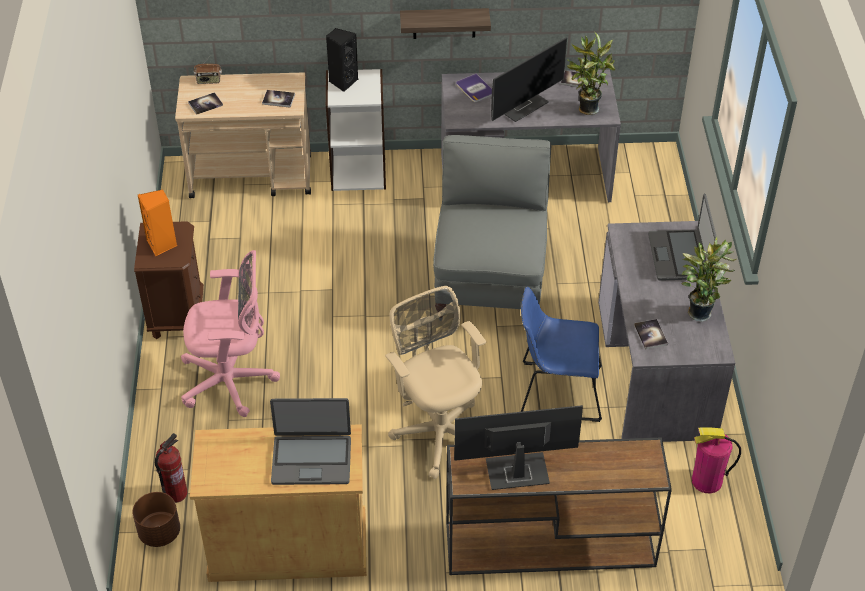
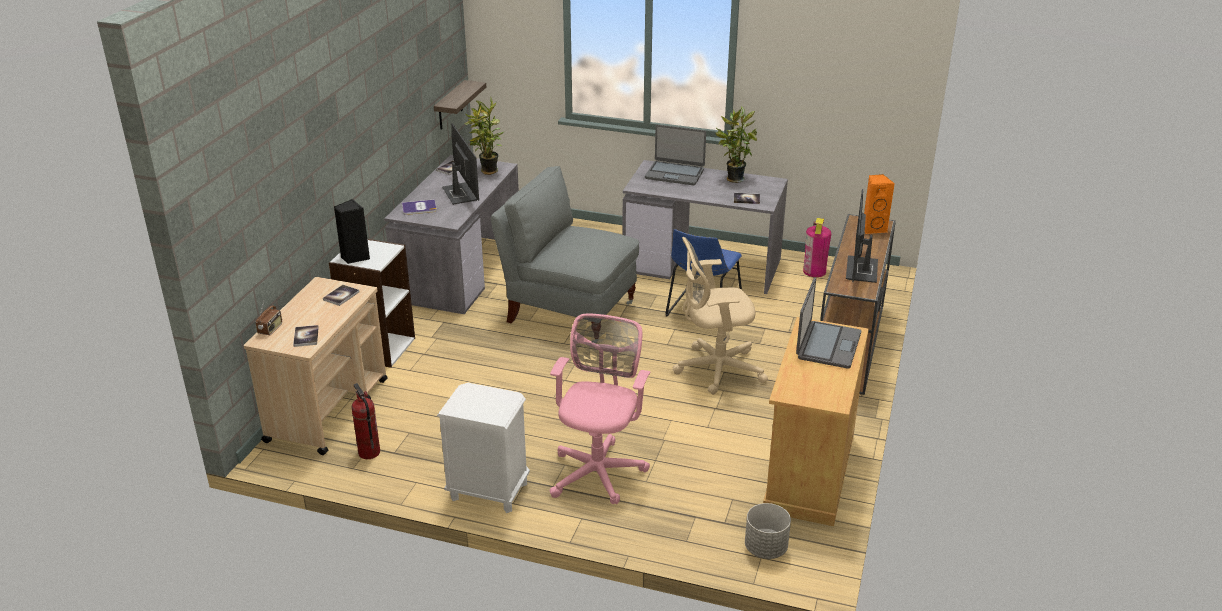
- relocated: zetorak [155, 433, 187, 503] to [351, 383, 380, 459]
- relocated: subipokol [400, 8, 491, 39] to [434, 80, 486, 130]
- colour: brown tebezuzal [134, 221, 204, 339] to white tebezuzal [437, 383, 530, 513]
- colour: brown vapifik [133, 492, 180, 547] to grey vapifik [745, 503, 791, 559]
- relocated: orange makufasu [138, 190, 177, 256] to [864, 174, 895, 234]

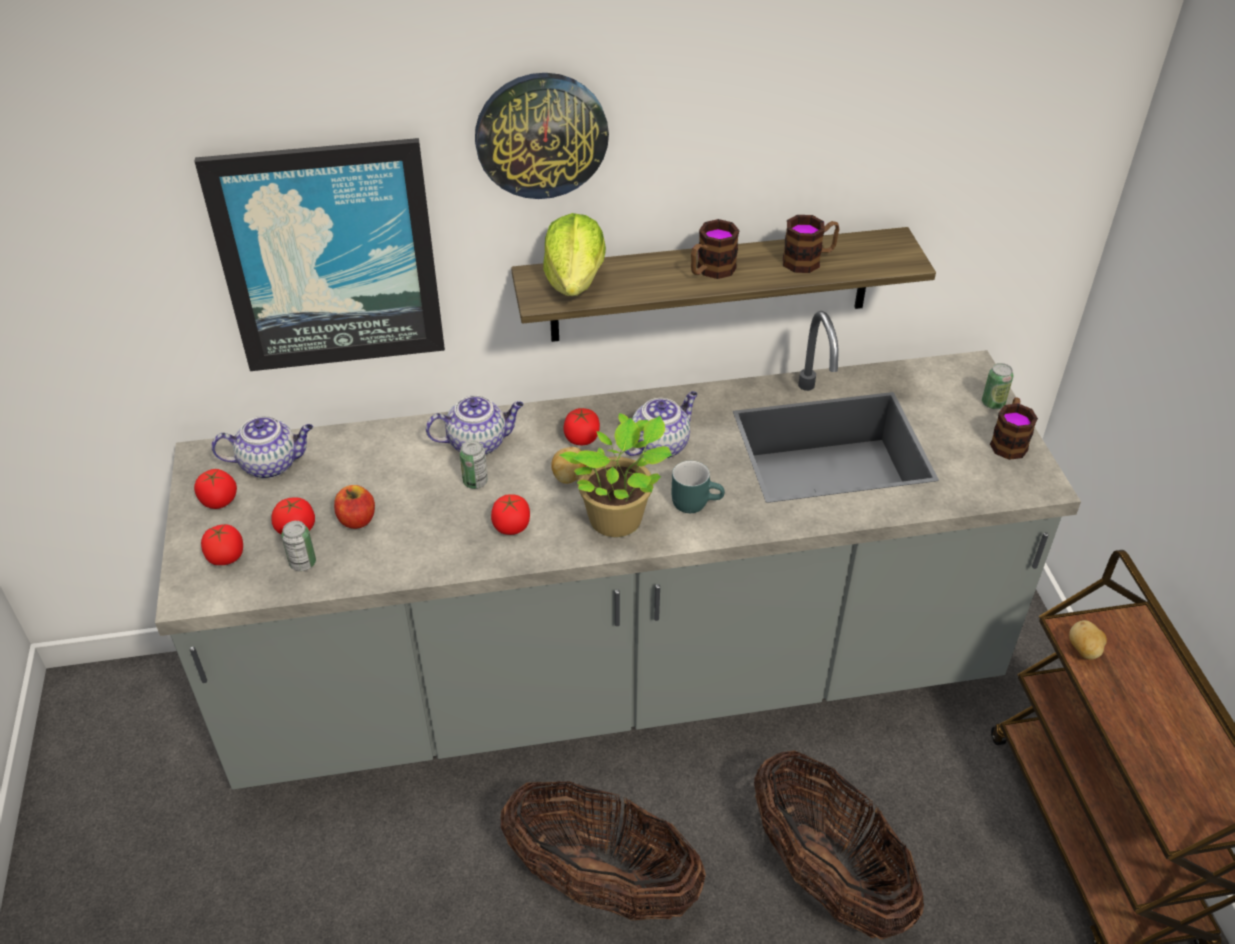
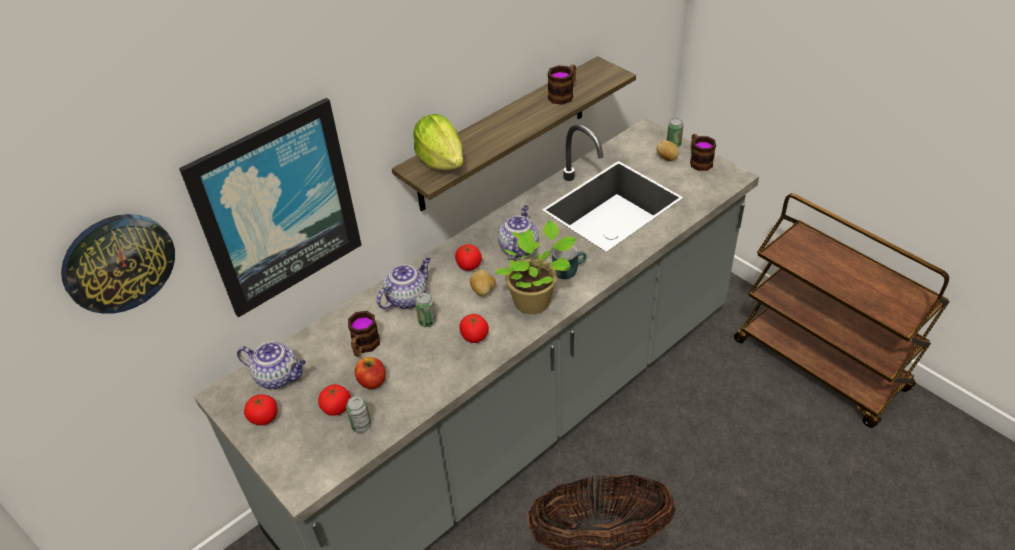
- relocated: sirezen [475, 73, 609, 199] to [61, 214, 175, 314]
- spun: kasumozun [211, 416, 313, 479] = [237, 341, 306, 389] 60 degrees clockwise
- relocated: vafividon [691, 219, 740, 279] to [348, 311, 380, 357]
- relocated: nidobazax [1069, 620, 1107, 659] to [656, 140, 679, 161]
- missing: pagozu [201, 524, 243, 565]
- missing: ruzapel [754, 750, 924, 940]

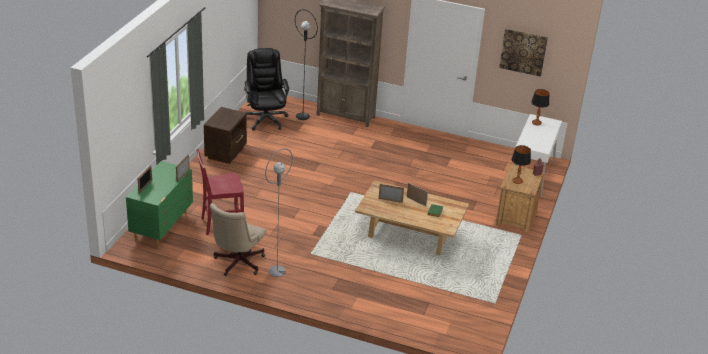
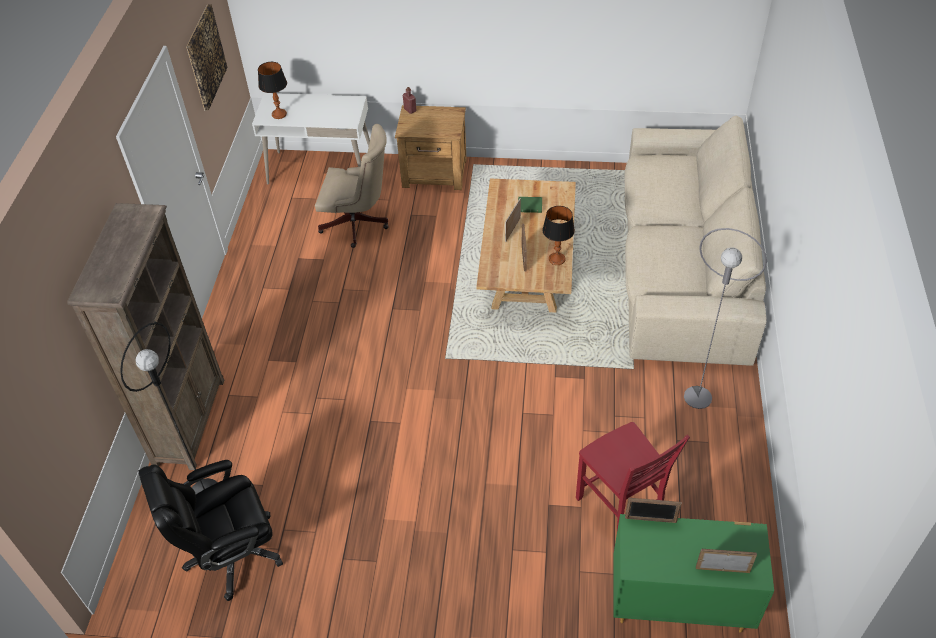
- relocated: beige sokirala [210, 203, 266, 276] to [315, 124, 388, 248]
- relocated: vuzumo [511, 145, 531, 184] to [542, 206, 575, 265]
- appeared: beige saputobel [625, 116, 767, 366]
- missing: brown tebezuzal [204, 107, 247, 164]

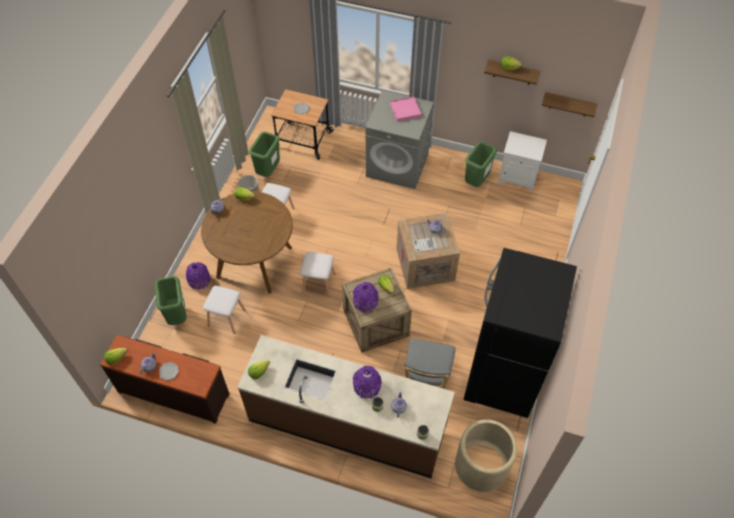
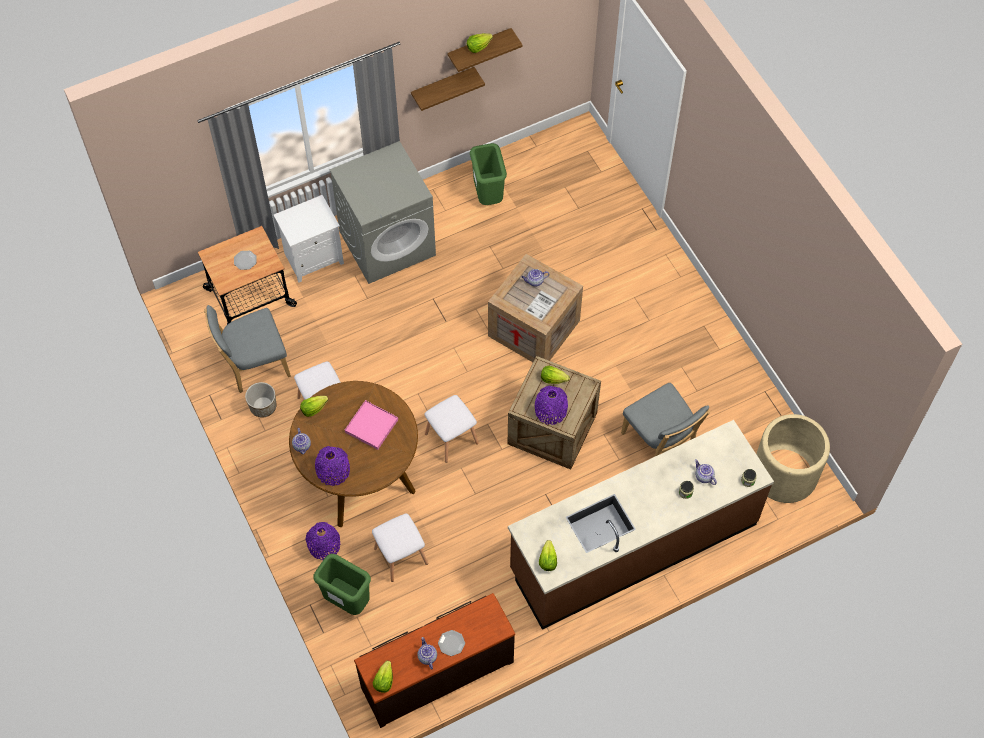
- exchanged: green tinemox [249, 132, 280, 177] to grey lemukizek [204, 305, 291, 393]
- relocated: white tebezuzal [498, 131, 547, 192] to [274, 195, 344, 283]
- relocated: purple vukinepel [353, 366, 382, 399] to [315, 446, 350, 486]
- relocated: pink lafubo [390, 97, 422, 122] to [345, 400, 398, 450]
- relocated: subipokol [542, 92, 597, 117] to [411, 67, 485, 111]
- missing: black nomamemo [464, 248, 577, 418]

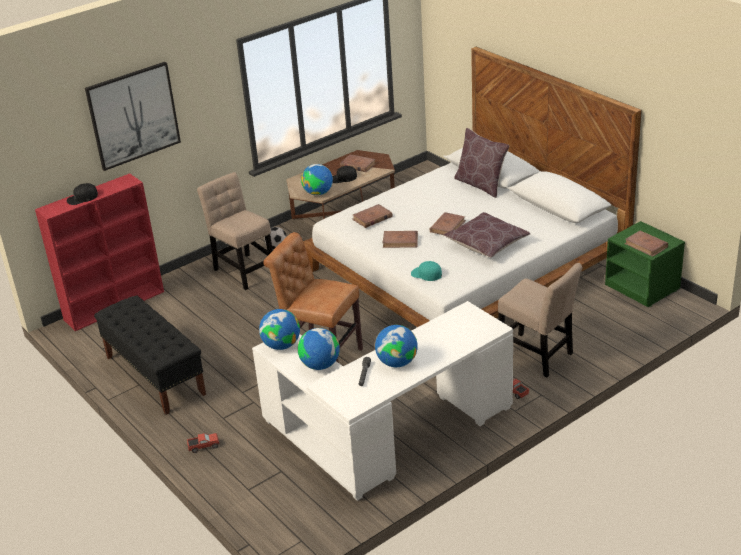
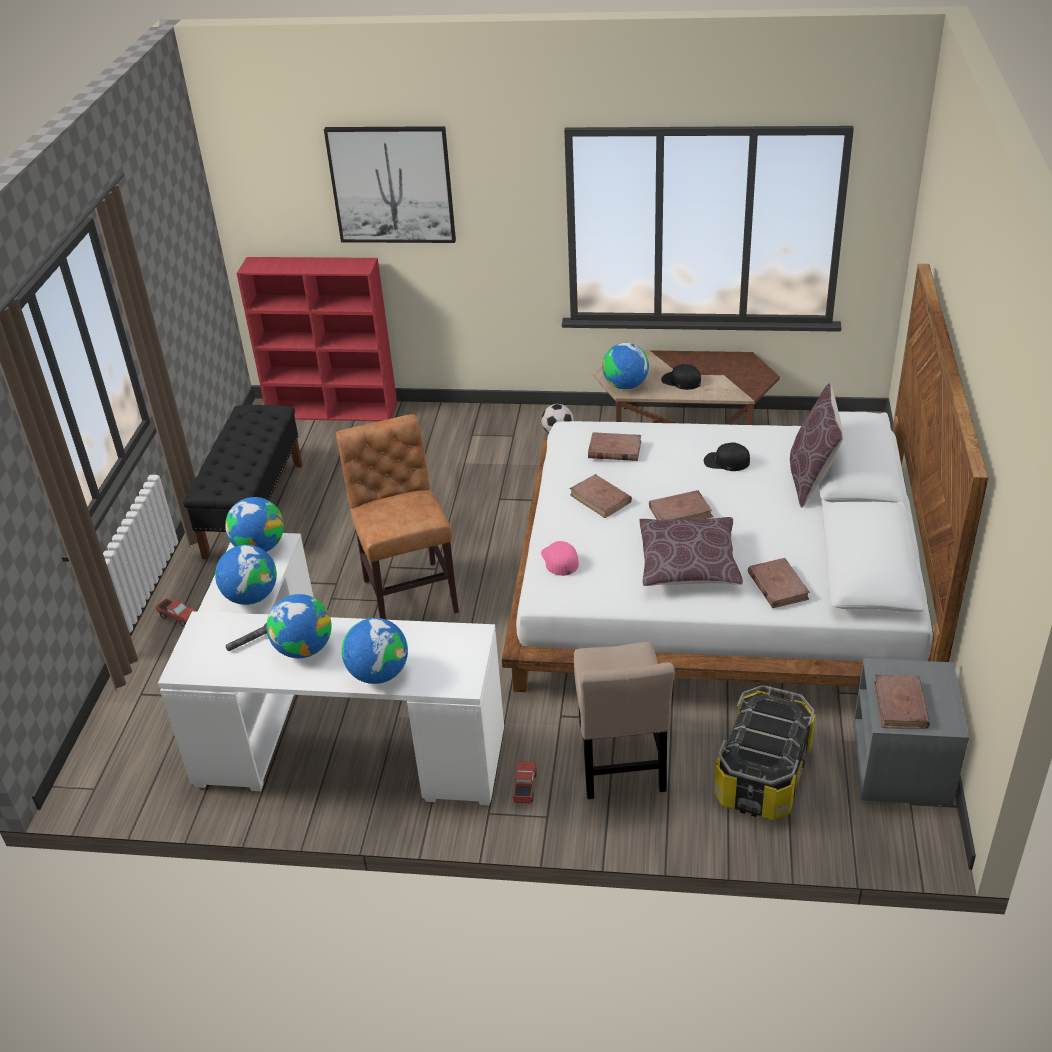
- appeared: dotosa [342, 618, 408, 684]
- colour: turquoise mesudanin [411, 261, 442, 281] to pink mesudanin [541, 541, 579, 576]
- relocated: black mesudanin [67, 183, 98, 205] to [704, 443, 750, 471]
- appeared: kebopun [714, 685, 816, 820]
- relocated: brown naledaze [340, 154, 376, 172] to [748, 558, 810, 608]
- colour: green tebezuzal [605, 221, 685, 307] to grey tebezuzal [853, 658, 969, 807]
- missing: beige lemukizek [197, 172, 273, 290]

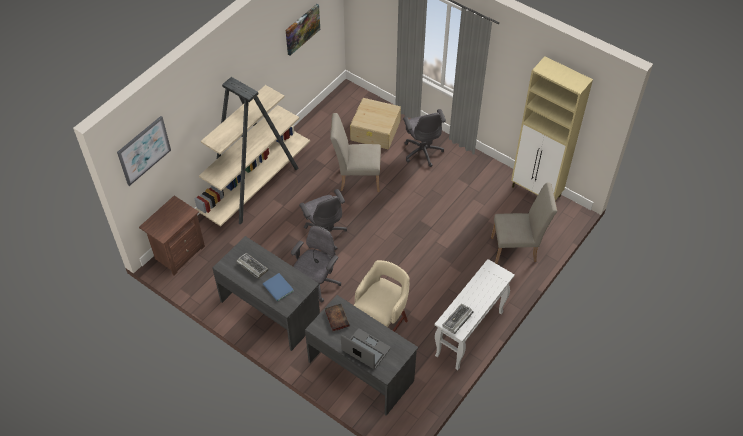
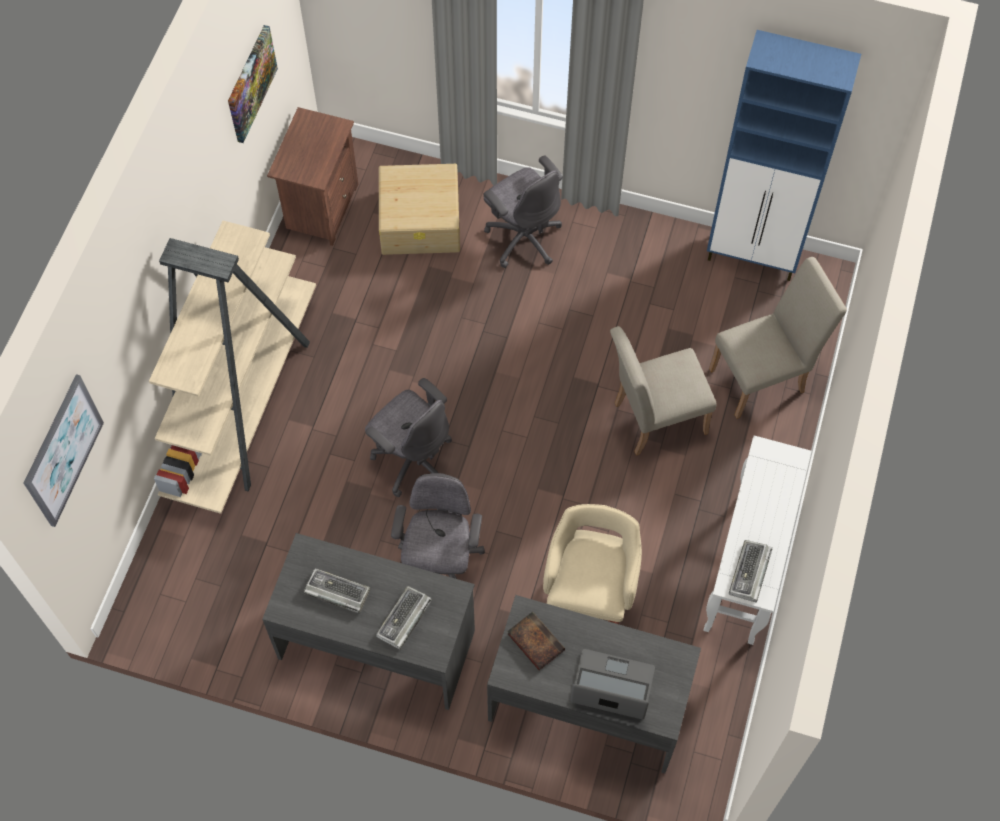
- relocated: brown tebezuzal [139, 196, 205, 276] to [267, 107, 358, 246]
- exchanged: blue naledaze [263, 273, 294, 301] to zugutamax [376, 586, 432, 650]
- relocated: beige lemukizek [330, 113, 381, 192] to [610, 326, 717, 456]
- colour: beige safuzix [511, 57, 593, 200] to blue safuzix [707, 30, 861, 281]

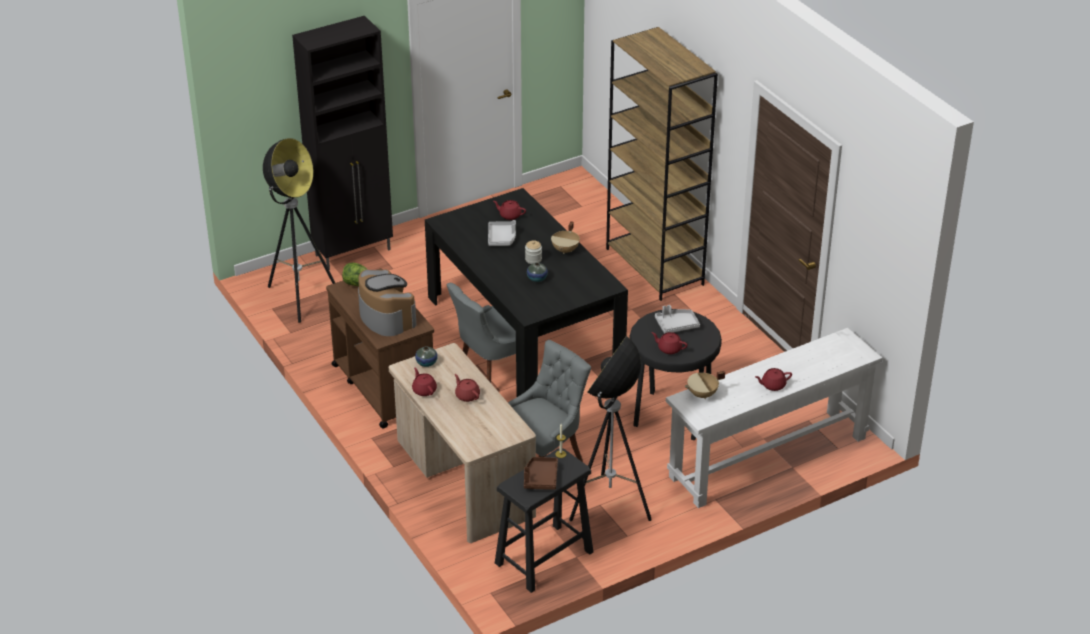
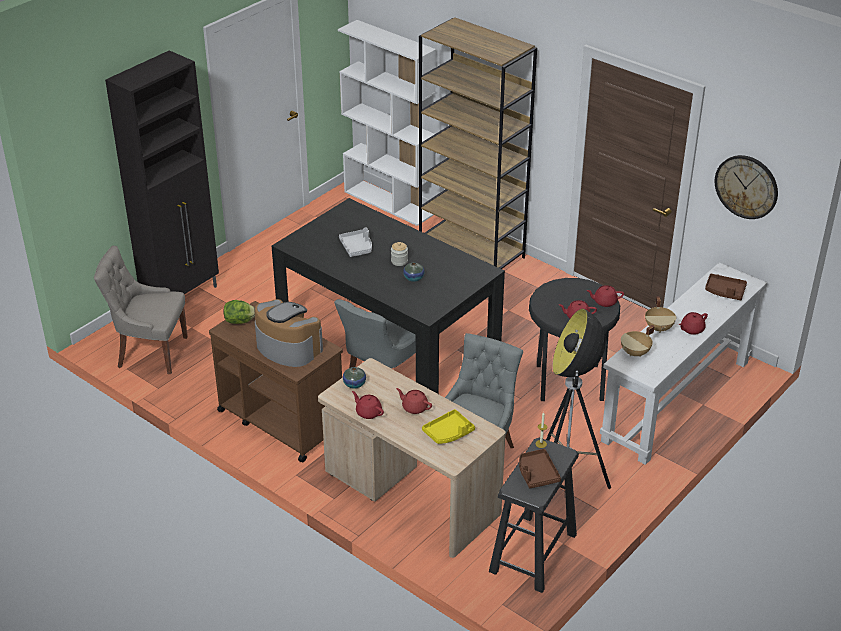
- exchanged: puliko [263, 138, 335, 323] to grey lemukizek [94, 246, 188, 374]
- appeared: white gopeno [338, 20, 436, 226]
- appeared: yellow lafubo [422, 409, 475, 444]
- relocated: red kasumozun [493, 200, 526, 220] to [586, 285, 624, 307]
- relocated: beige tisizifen [551, 221, 580, 254] to [645, 297, 676, 333]
- appeared: brown lafubo [705, 274, 747, 300]
- appeared: sirezen [715, 155, 778, 219]
- missing: grey lafubo [655, 305, 700, 334]

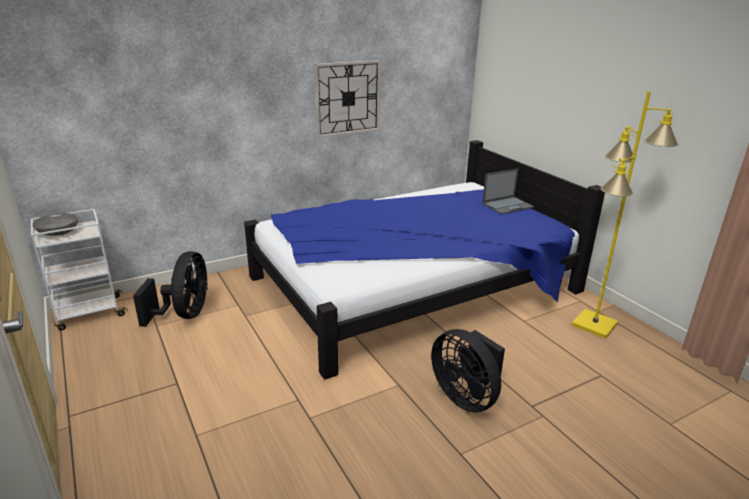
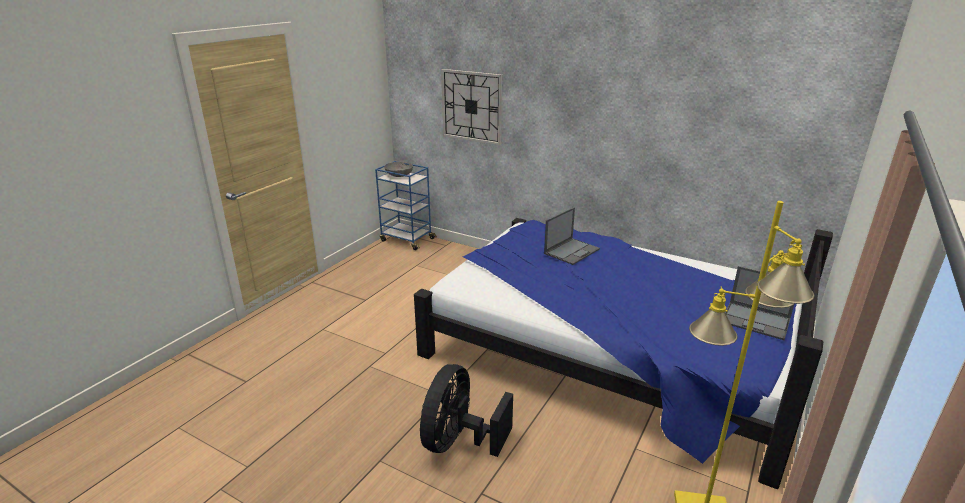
- colour: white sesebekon [31, 209, 128, 330] to blue sesebekon [375, 161, 437, 250]
- relocated: sirezen [315, 60, 381, 138] to [441, 69, 502, 145]
- appeared: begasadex [544, 207, 600, 265]
- missing: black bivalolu [133, 251, 208, 327]

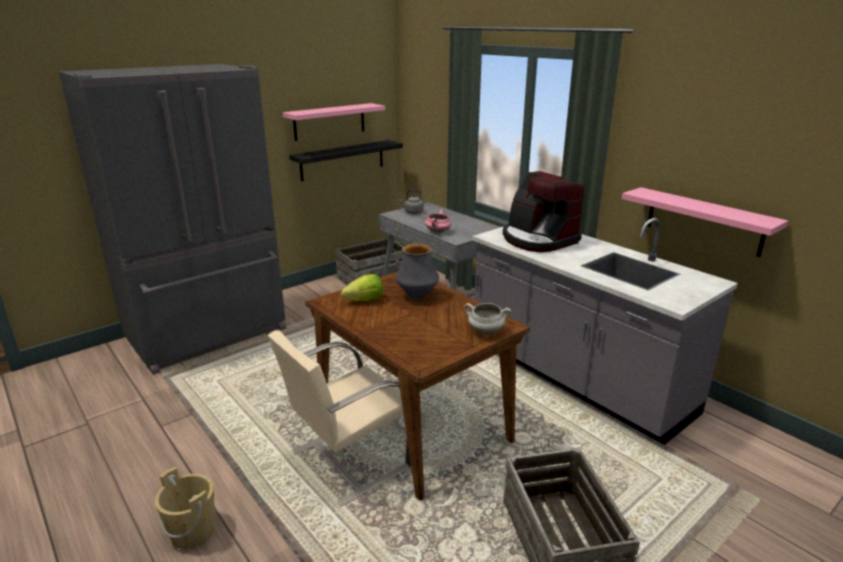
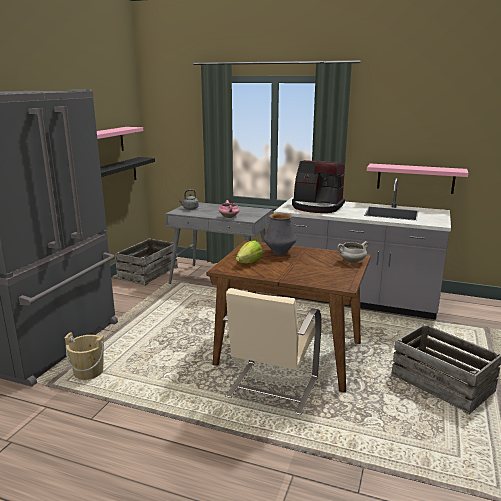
- relocated: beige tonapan [154, 467, 215, 549] to [65, 332, 104, 380]

